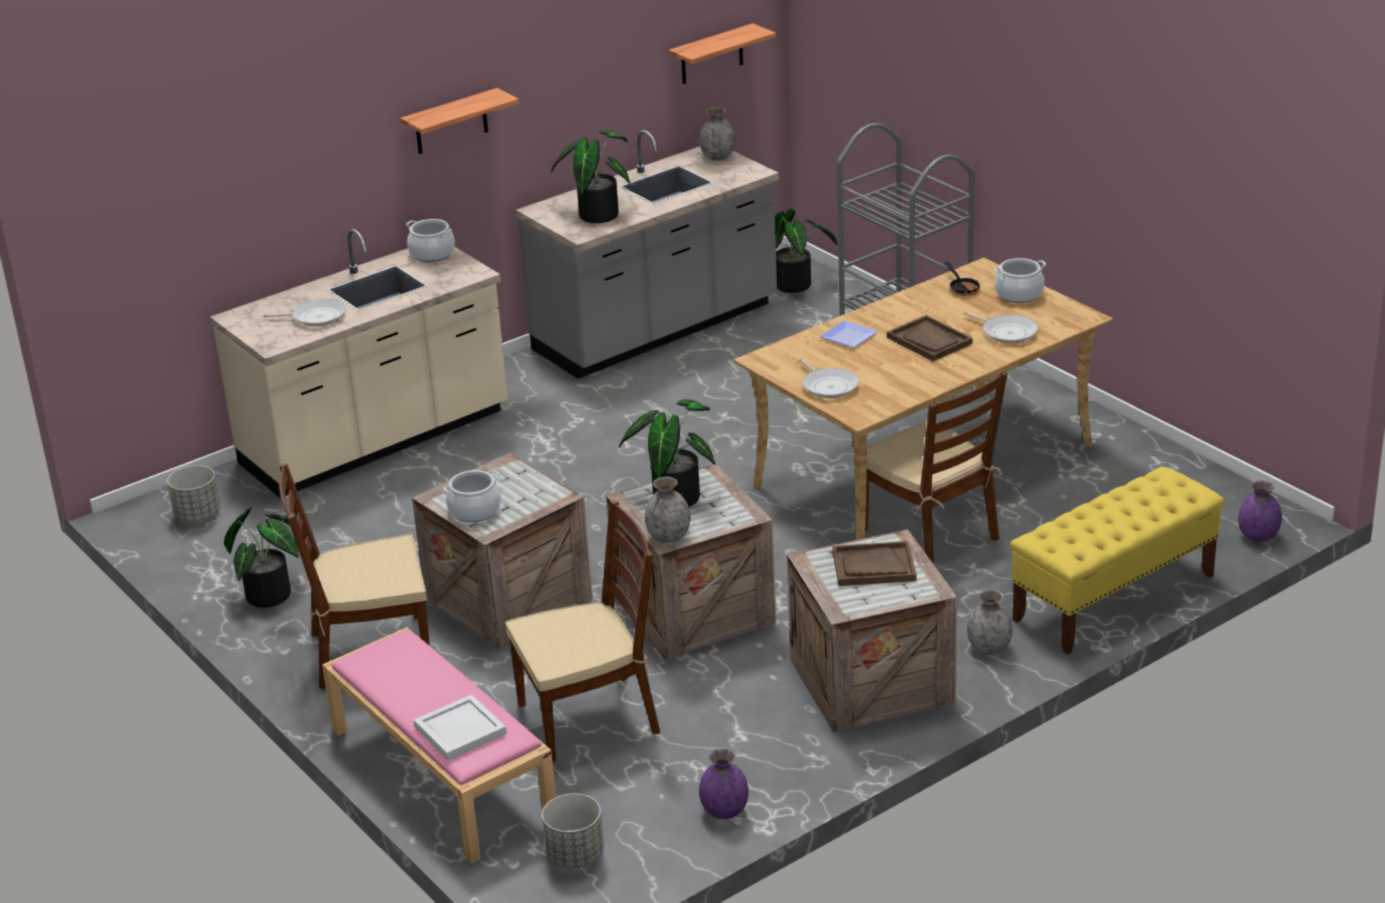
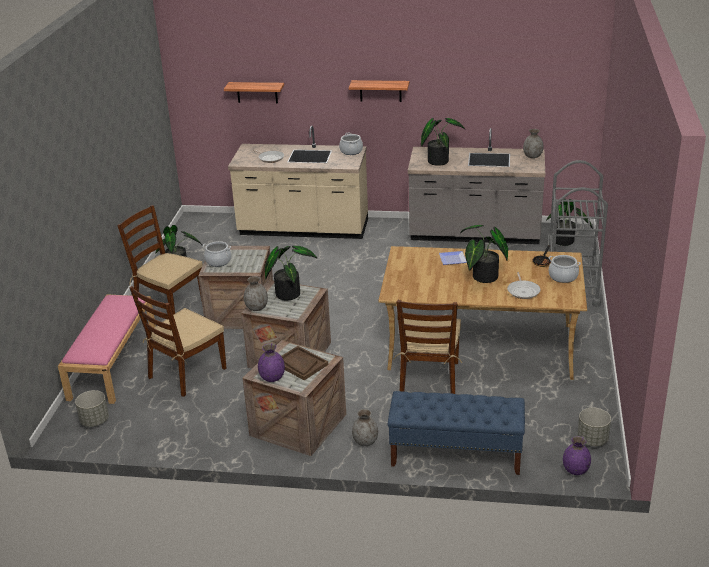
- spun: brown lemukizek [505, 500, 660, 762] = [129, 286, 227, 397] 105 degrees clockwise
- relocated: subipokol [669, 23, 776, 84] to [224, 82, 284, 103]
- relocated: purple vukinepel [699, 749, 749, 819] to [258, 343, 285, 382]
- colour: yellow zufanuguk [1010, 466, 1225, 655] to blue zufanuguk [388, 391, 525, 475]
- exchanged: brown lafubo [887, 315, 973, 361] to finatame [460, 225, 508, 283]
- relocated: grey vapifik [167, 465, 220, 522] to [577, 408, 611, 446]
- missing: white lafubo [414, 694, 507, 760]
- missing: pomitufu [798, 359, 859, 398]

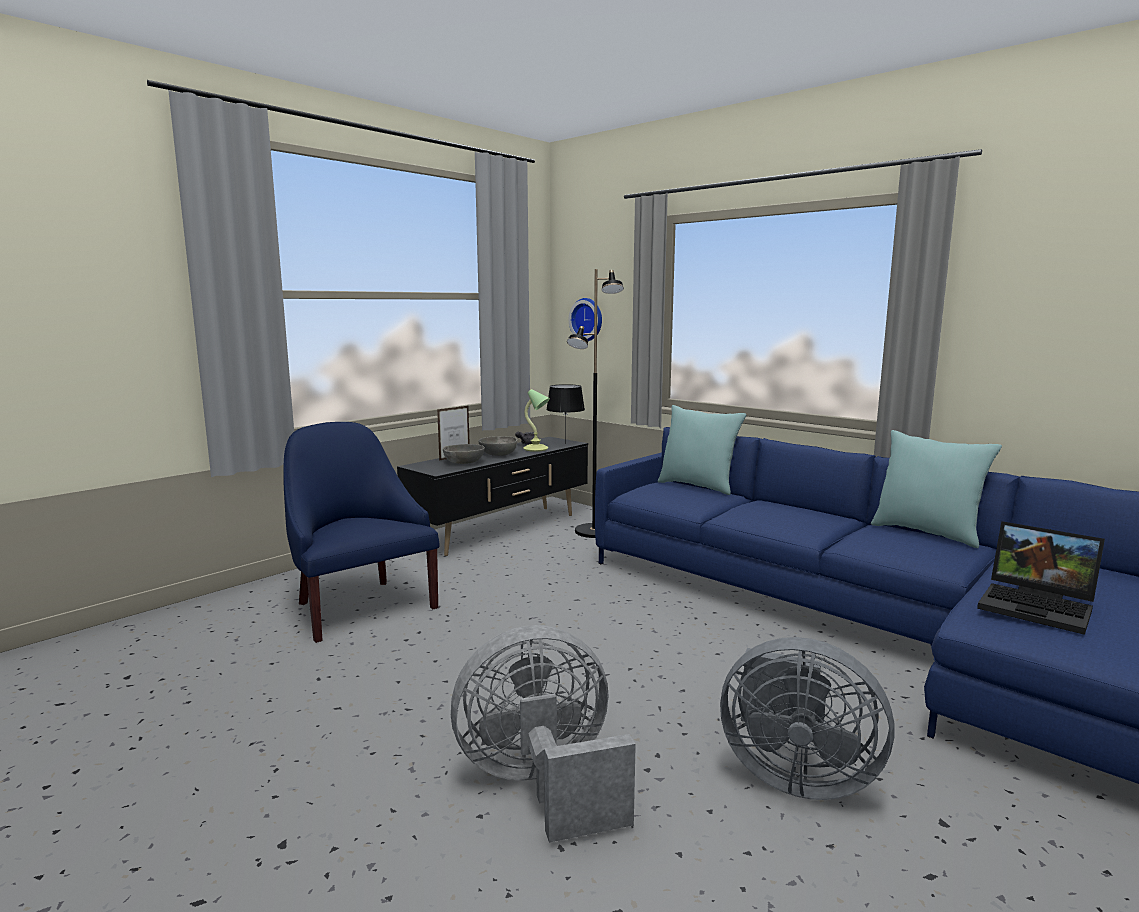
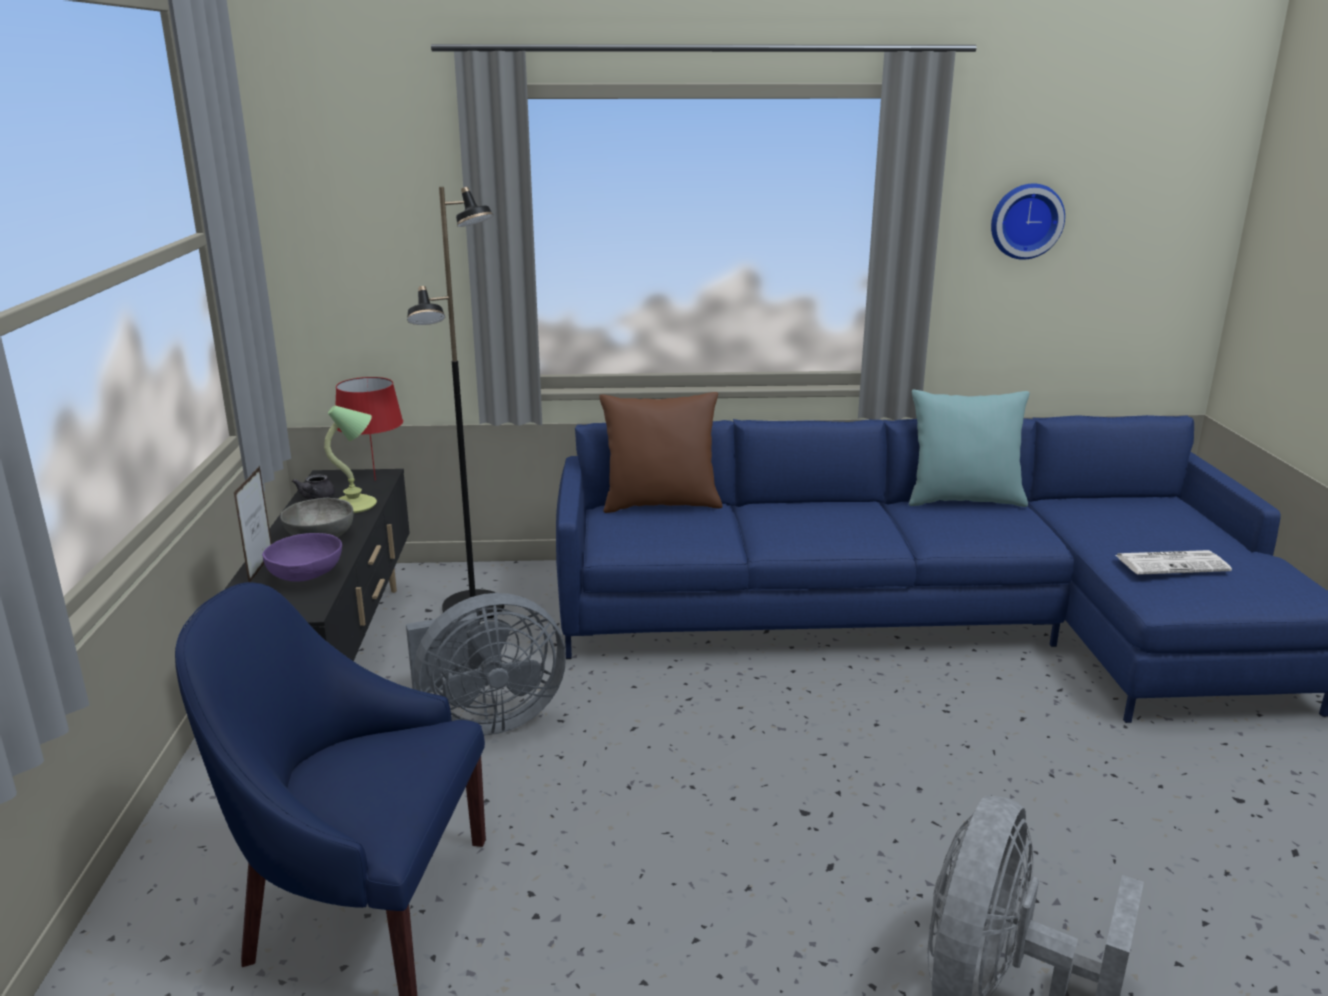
- colour: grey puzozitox [443, 444, 485, 464] to purple puzozitox [262, 533, 342, 581]
- colour: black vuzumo [546, 384, 585, 444] to red vuzumo [335, 377, 403, 480]
- relocated: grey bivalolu [720, 637, 895, 800] to [406, 593, 566, 735]
- colour: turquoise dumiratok [658, 405, 746, 495] to brown dumiratok [599, 392, 723, 513]
- relocated: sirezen [569, 298, 602, 341] to [991, 183, 1065, 260]
- exchanged: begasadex [977, 521, 1105, 635] to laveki [1116, 550, 1232, 575]

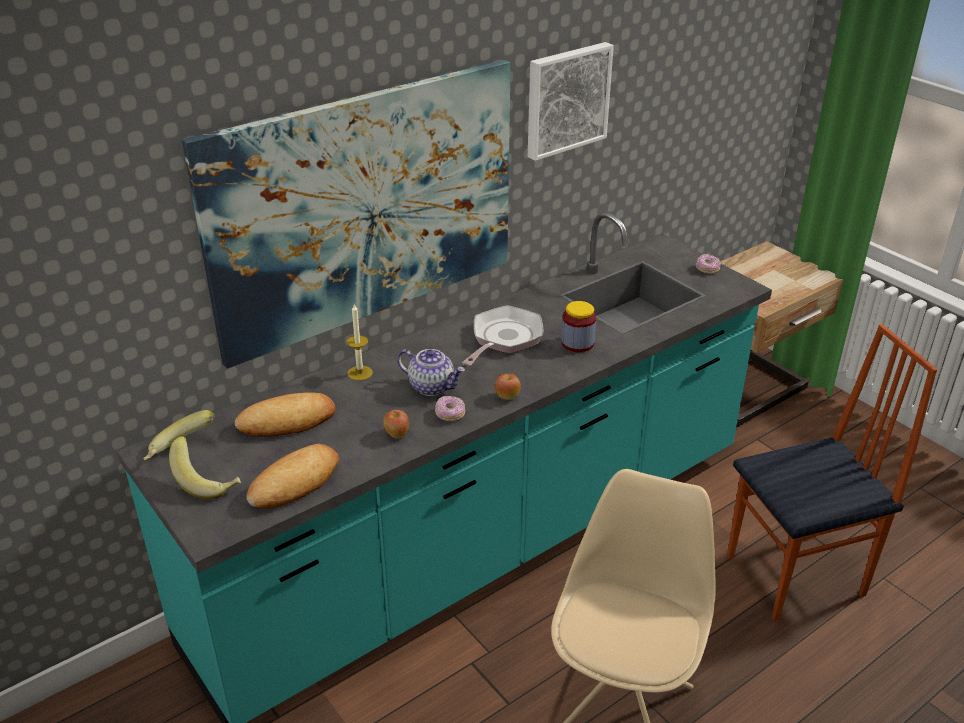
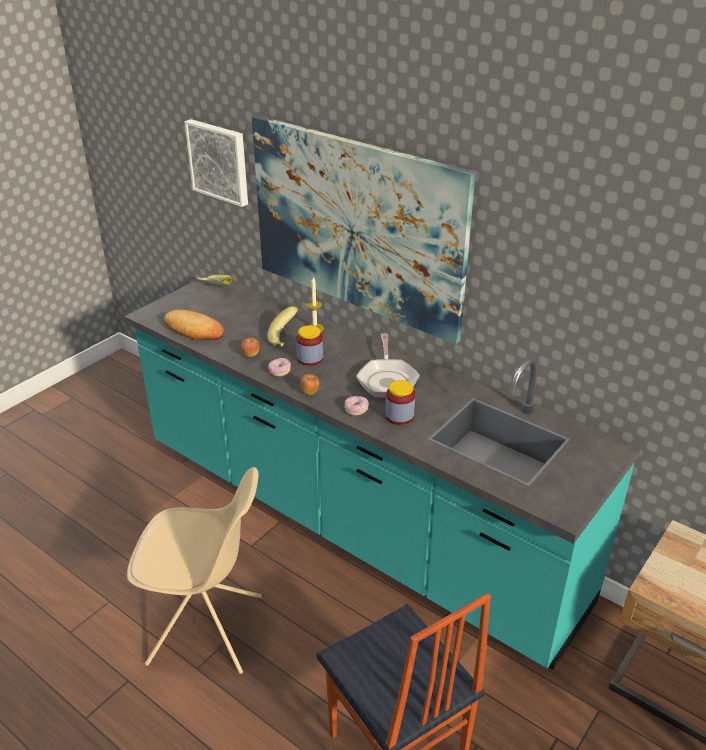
- relocated: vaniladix [528, 42, 614, 161] to [184, 119, 248, 207]
- relocated: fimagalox [169, 436, 241, 500] to [267, 306, 298, 347]
- exchanged: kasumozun [397, 349, 465, 396] to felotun [296, 325, 323, 366]
- relocated: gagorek [696, 254, 721, 274] to [345, 396, 369, 416]
- spun: pomitufu [462, 305, 543, 366] = [356, 333, 420, 398] 75 degrees clockwise
- missing: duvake [235, 392, 335, 436]

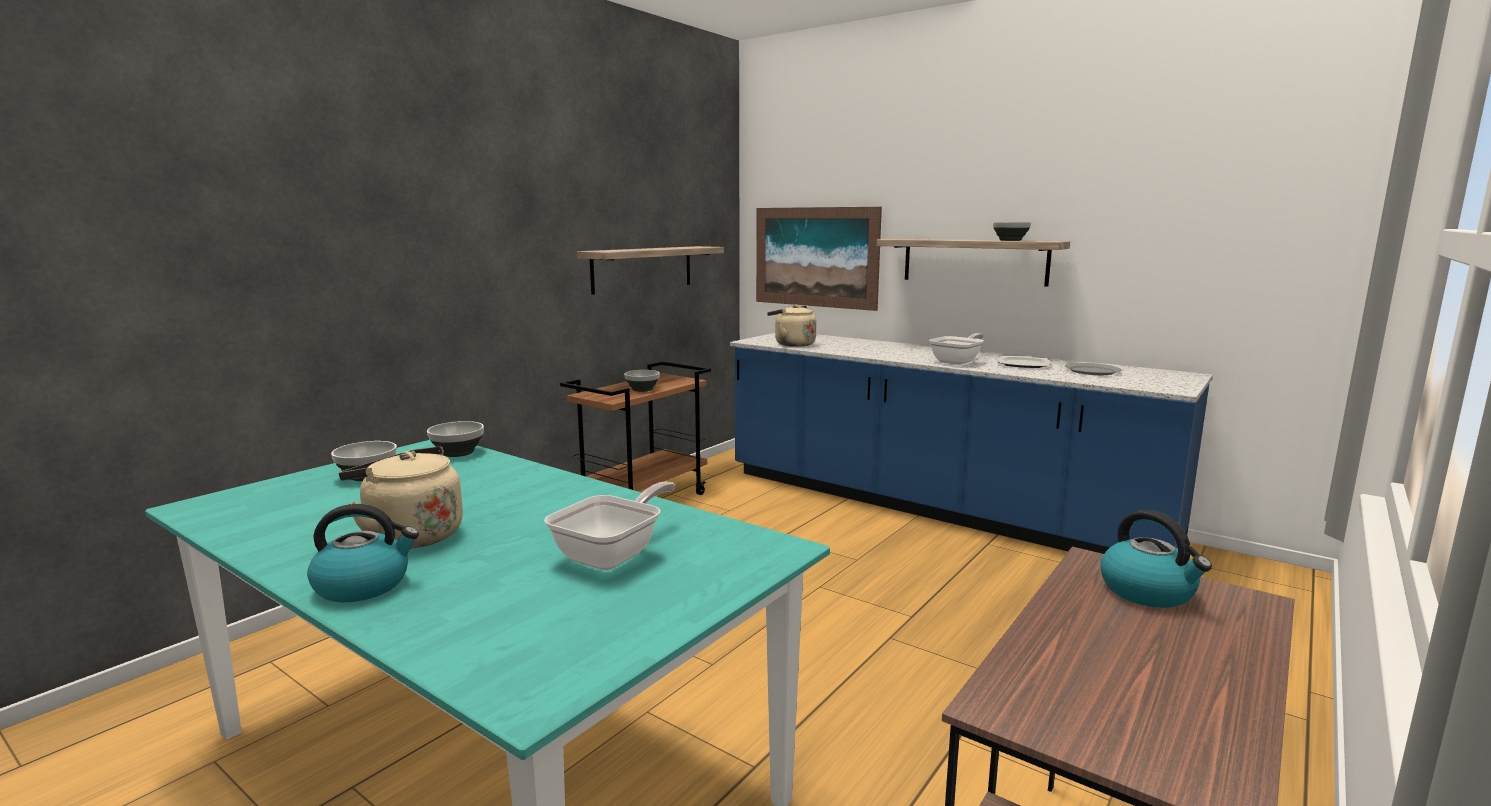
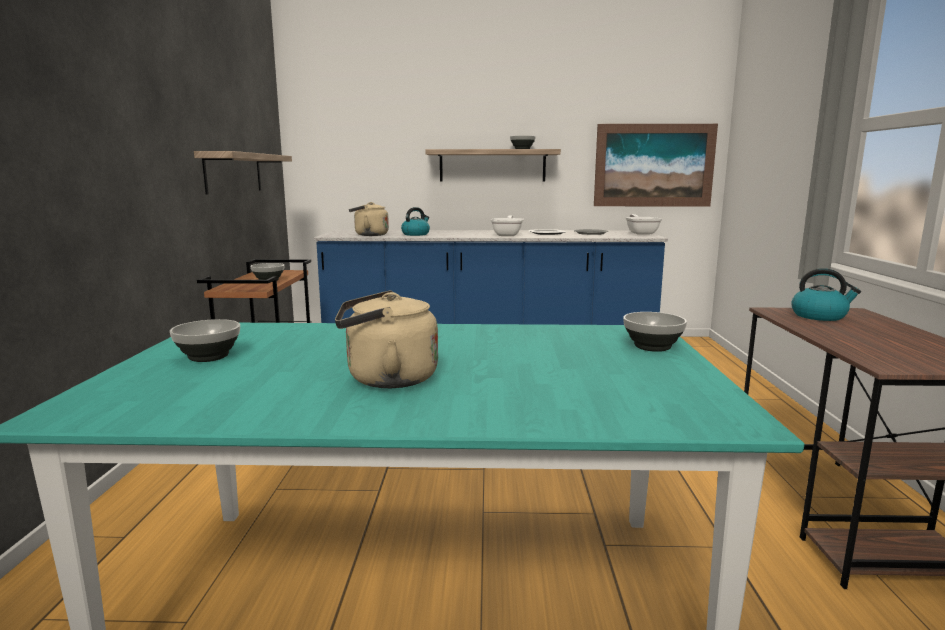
- relocated: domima [307, 504, 419, 602] to [401, 207, 430, 236]
- relocated: vaniladix [756, 207, 882, 311] to [594, 124, 718, 206]
- relocated: puzozitox [427, 421, 484, 457] to [623, 312, 687, 352]
- relocated: pomitufu [544, 482, 675, 570] to [625, 214, 662, 235]

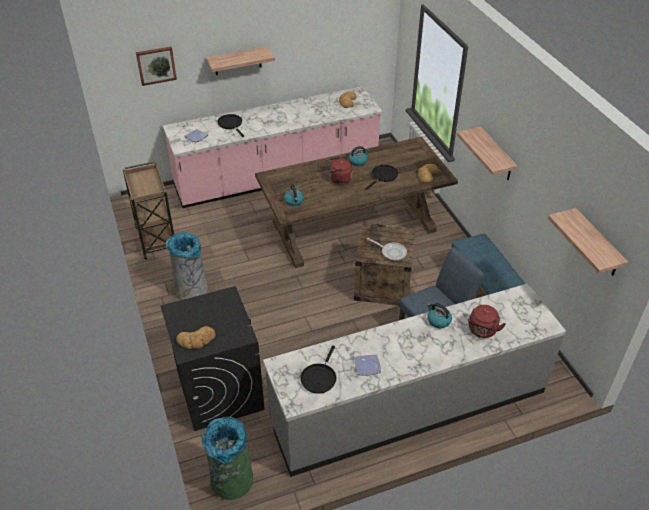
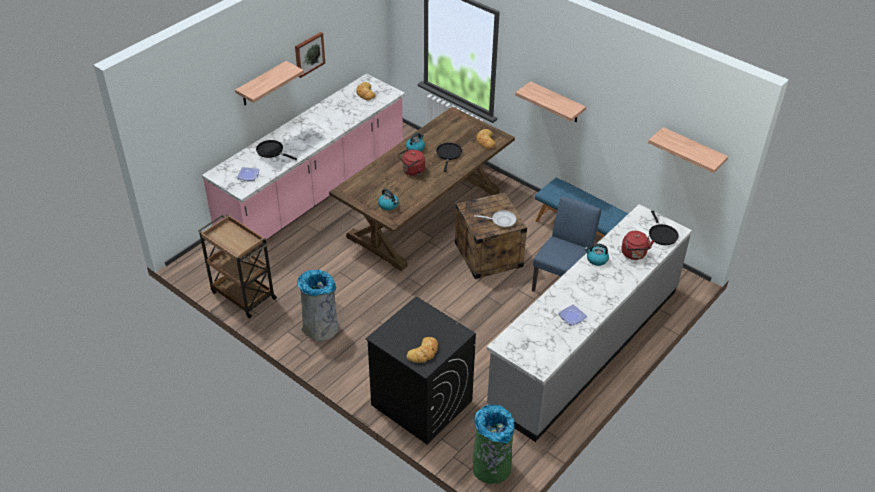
- relocated: vaniladix [136, 46, 177, 86] to [295, 32, 325, 78]
- relocated: black pomitufu [300, 345, 336, 394] to [649, 211, 679, 245]

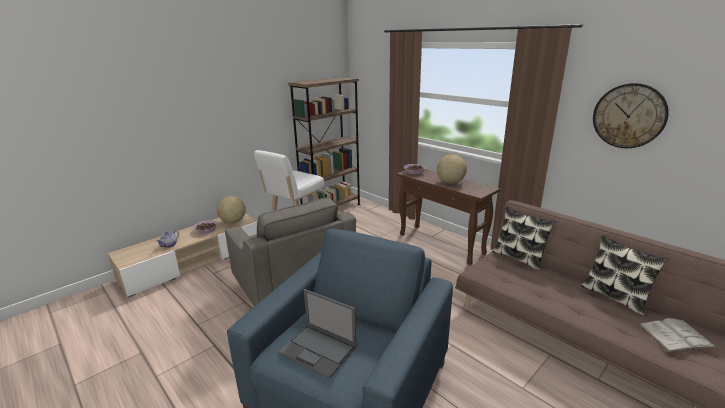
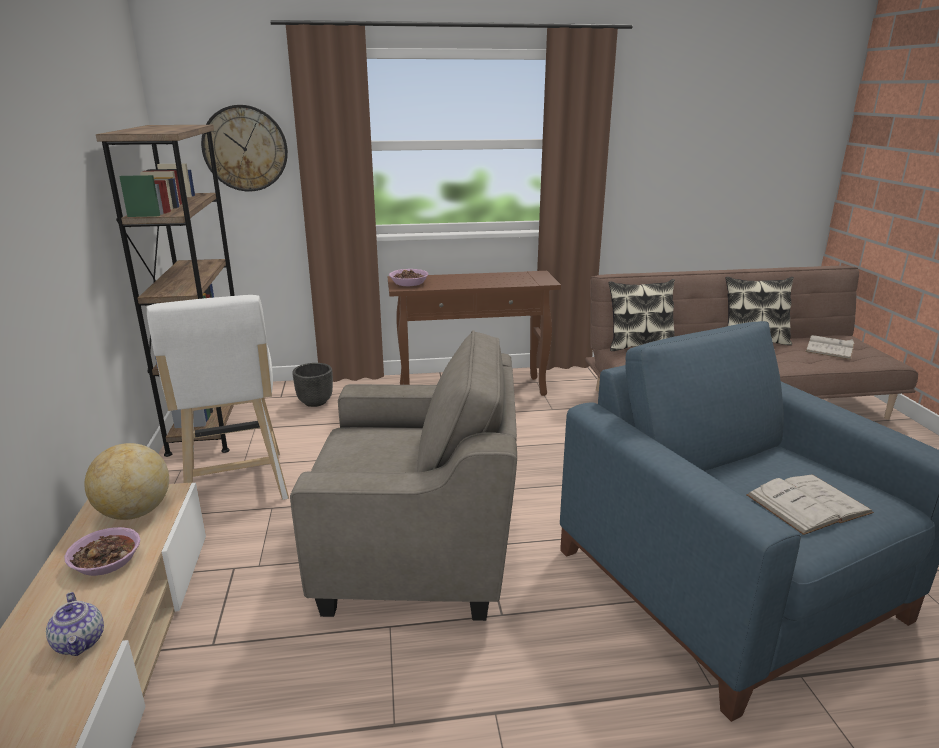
- relocated: sirezen [593, 83, 669, 148] to [201, 105, 288, 192]
- appeared: black vapifik [292, 363, 333, 407]
- exchanged: begasadex [279, 289, 357, 379] to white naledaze [746, 475, 874, 535]
- missing: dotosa [437, 154, 467, 184]

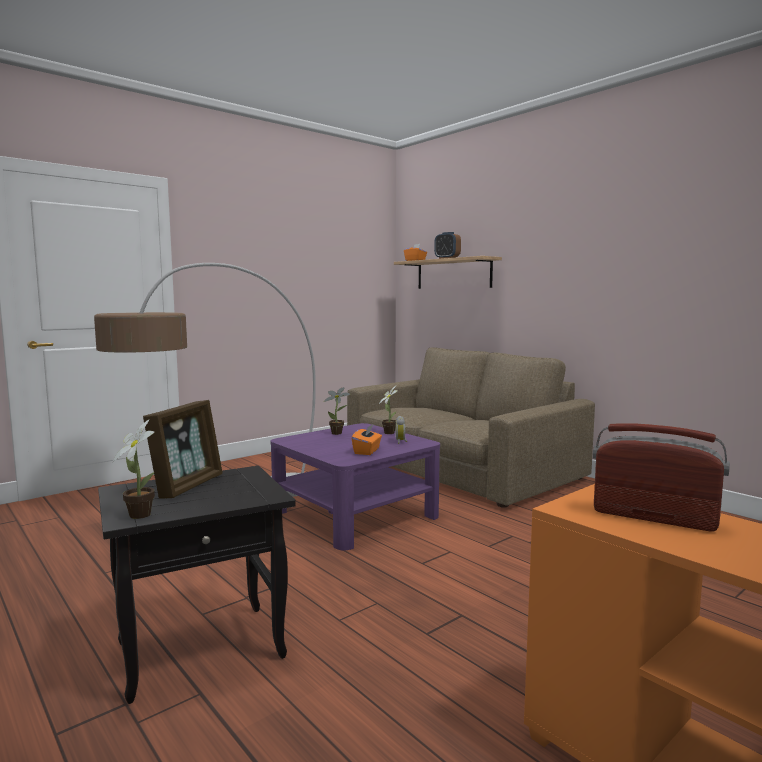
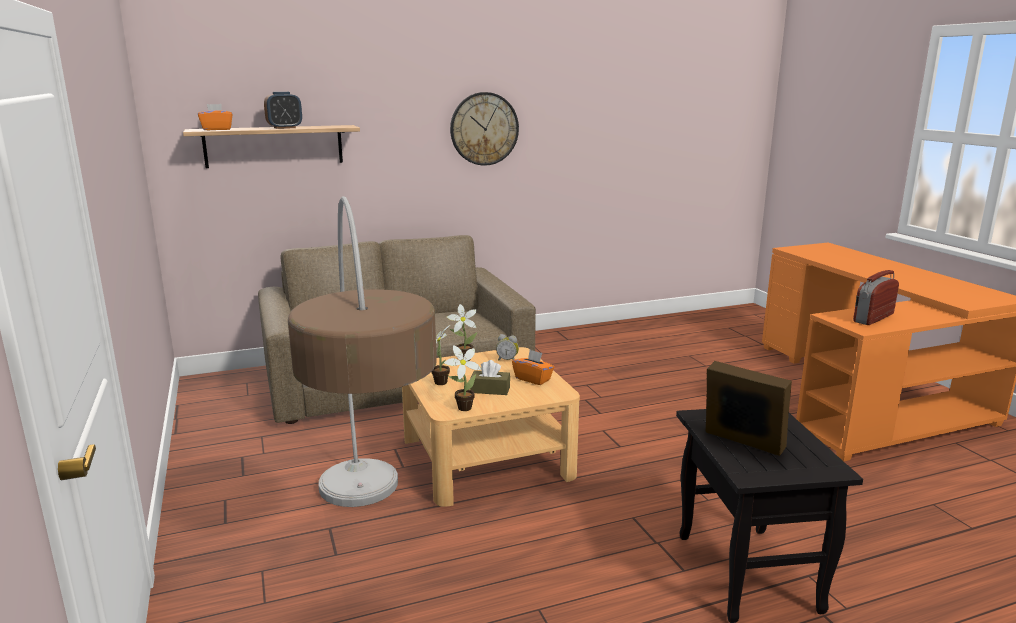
- colour: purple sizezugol [270, 423, 440, 551] to beige sizezugol [402, 347, 580, 507]
- relocated: finatame [112, 420, 155, 519] to [444, 345, 481, 411]
- appeared: sirezen [450, 92, 519, 166]
- appeared: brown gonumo [470, 360, 510, 395]

